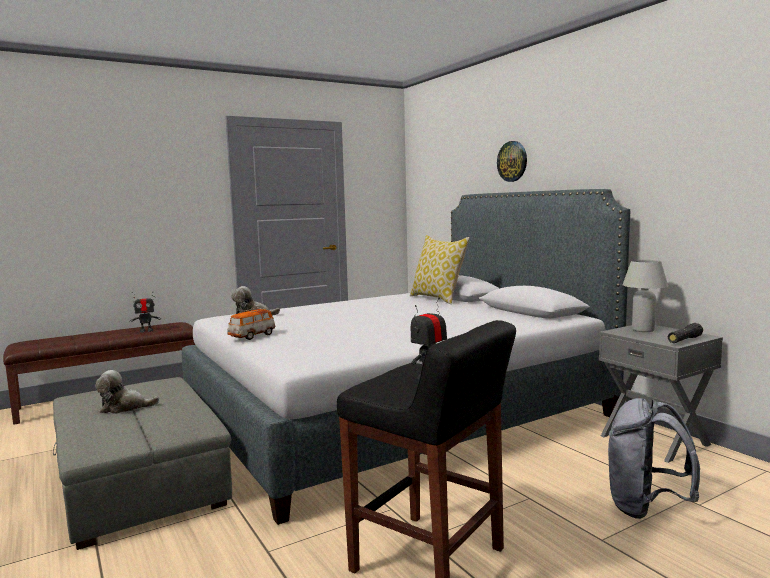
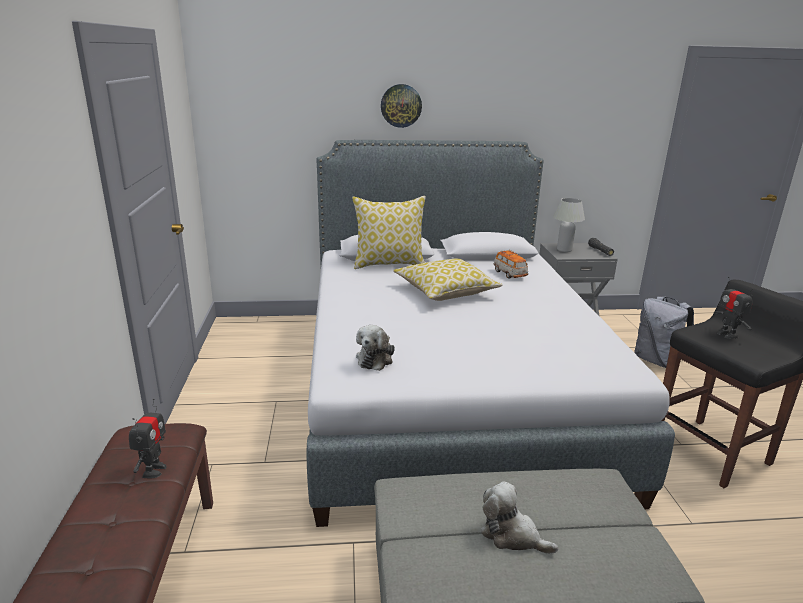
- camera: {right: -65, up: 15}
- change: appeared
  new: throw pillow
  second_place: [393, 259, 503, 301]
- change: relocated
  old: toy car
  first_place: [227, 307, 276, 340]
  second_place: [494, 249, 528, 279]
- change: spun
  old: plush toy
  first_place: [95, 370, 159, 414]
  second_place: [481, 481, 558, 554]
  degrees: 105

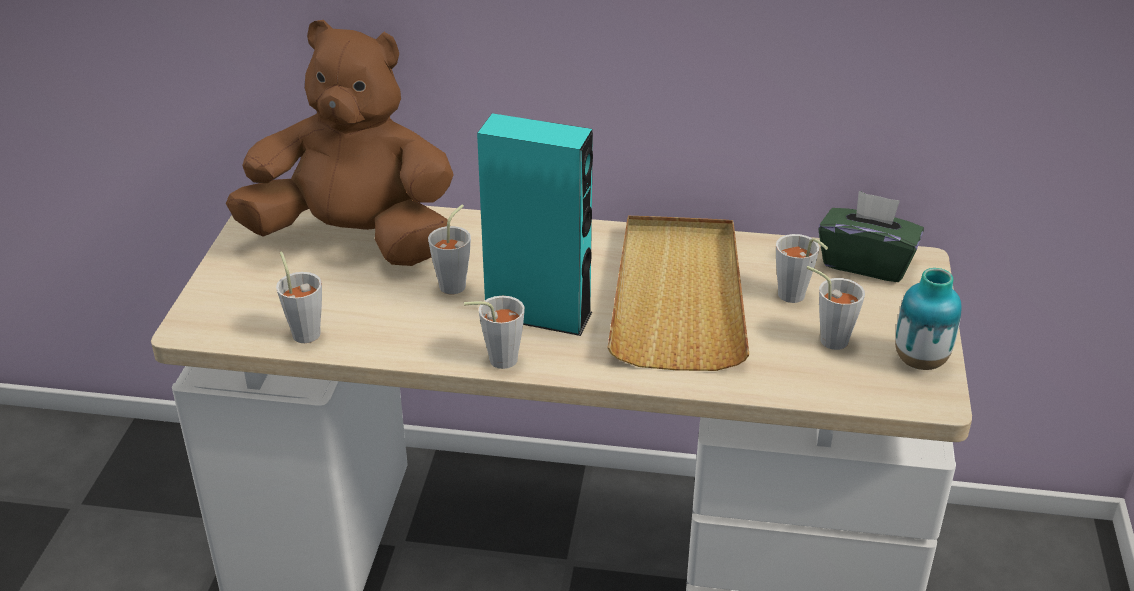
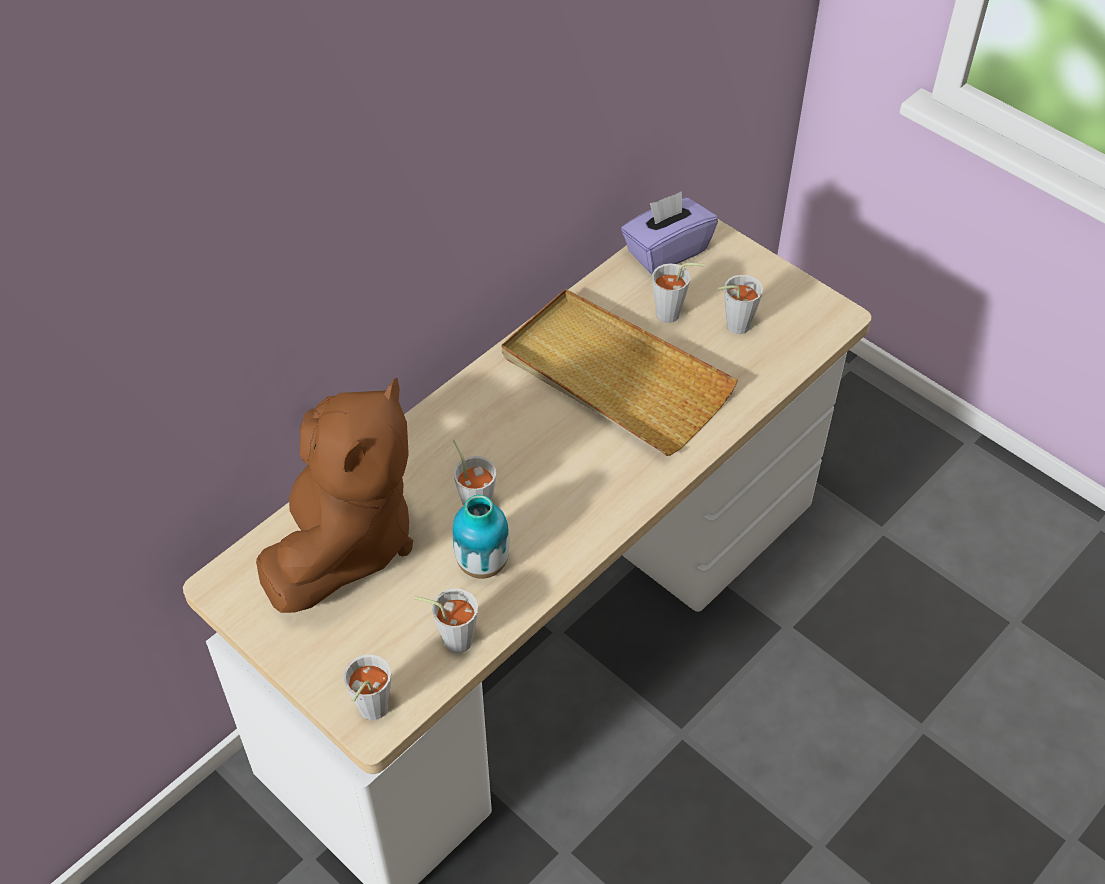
- camera: {right: -55, up: 15}
- change: missing
  old: loudspeaker (turquoise)
  first_place: [477, 113, 593, 336]
- change: relocated
  old: small cup (grey)
  first_place: [464, 296, 525, 369]
  second_place: [343, 655, 391, 720]
- change: relocated
  old: vase
  first_place: [895, 268, 961, 370]
  second_place: [452, 495, 509, 579]
- change: colour
  old: tissue holder (greenish)
  new: tissue holder (purplish)
  first_place: [818, 191, 924, 282]
  second_place: [621, 191, 718, 274]
- change: spun
  old: plush toy (brownish)
  first_place: [226, 20, 454, 266]
  second_place: [256, 378, 413, 613]
  degrees: 150

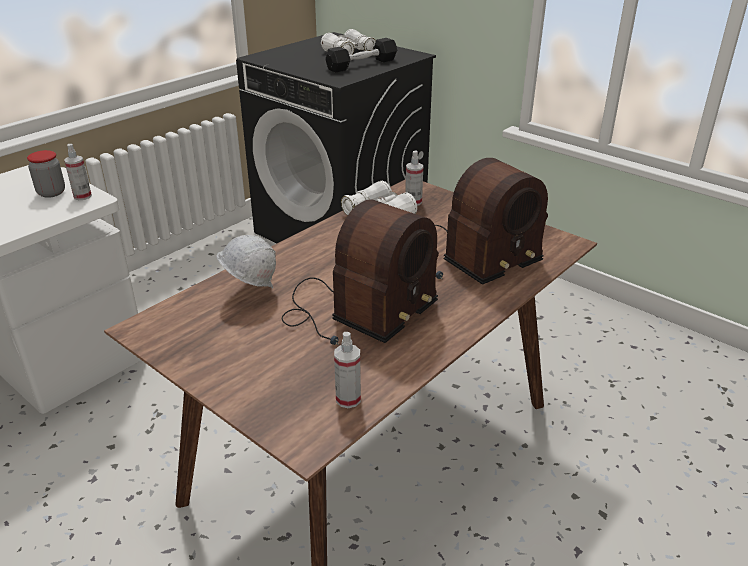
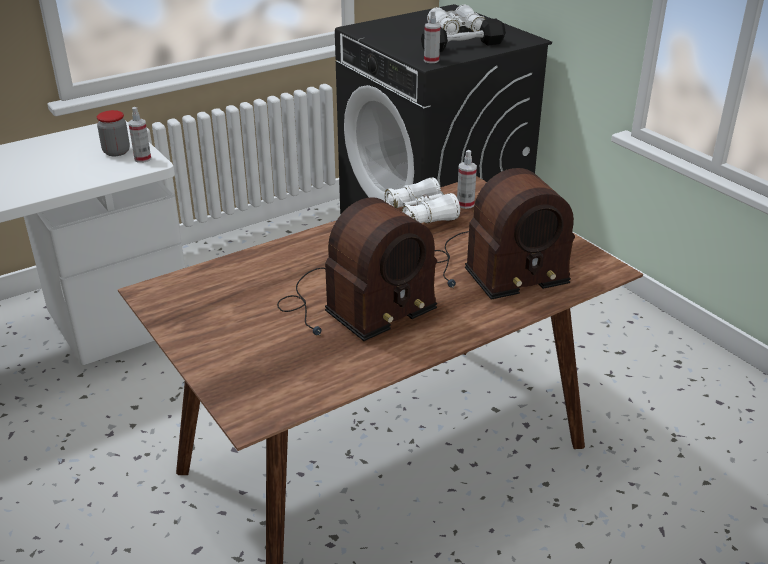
- camera: {right: 15, up: 0}
- change: missing
  old: work helmet (white)
  first_place: [217, 235, 276, 288]
- change: relocated
  old: hand sprayer
  first_place: [334, 332, 361, 408]
  second_place: [424, 11, 440, 63]

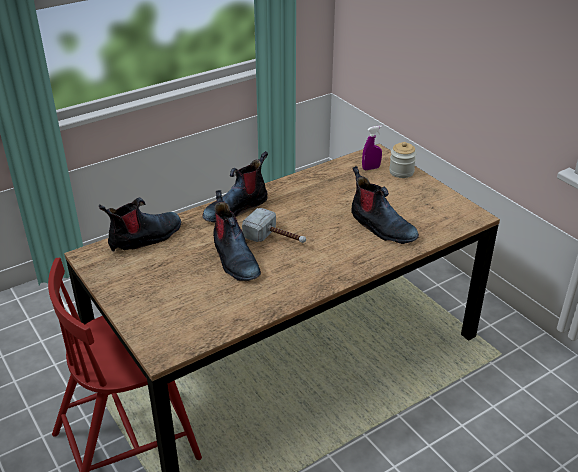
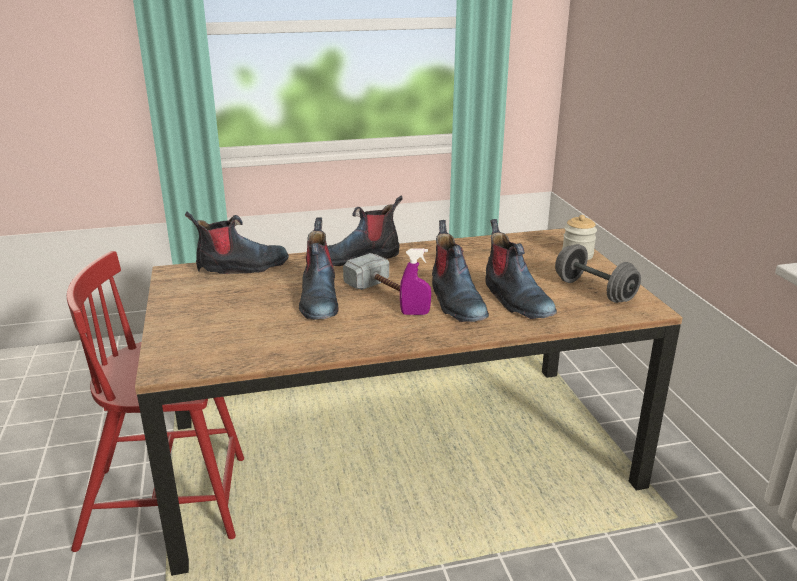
- camera: {right: 20, up: -10}
- change: appeared
  new: tall boot
  second_place: [432, 220, 489, 322]
- change: appeared
  new: dumbbell (grey)
  second_place: [555, 244, 641, 303]
- change: relocated
  old: hand sprayer (purplish)
  first_place: [362, 126, 382, 170]
  second_place: [400, 248, 431, 315]

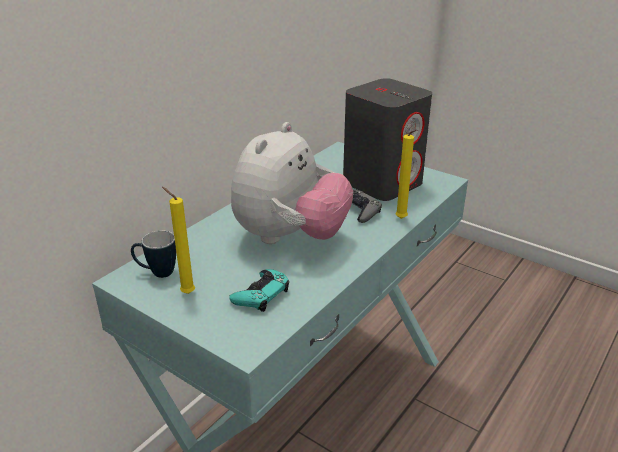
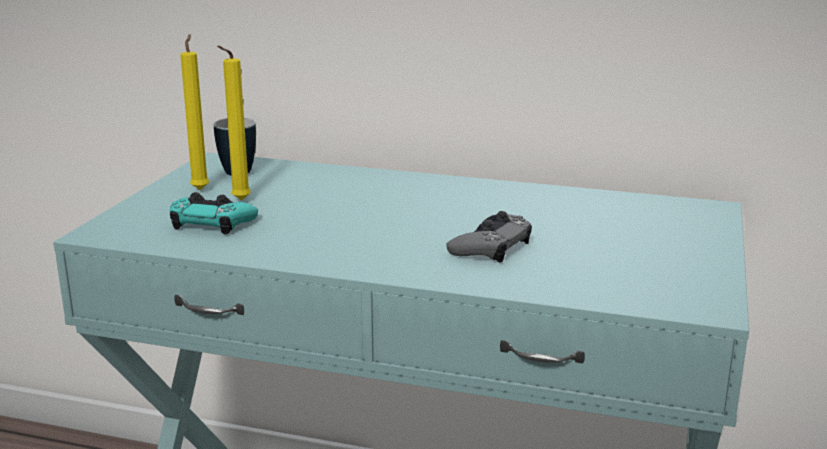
- camera: {right: 70, up: -10}
- change: missing
  old: plush toy
  first_place: [231, 122, 353, 244]
- change: missing
  old: loudspeaker (grey)
  first_place: [343, 78, 432, 201]
- change: relocated
  old: candle (yellow-coloured)
  first_place: [395, 130, 417, 219]
  second_place: [217, 46, 251, 201]

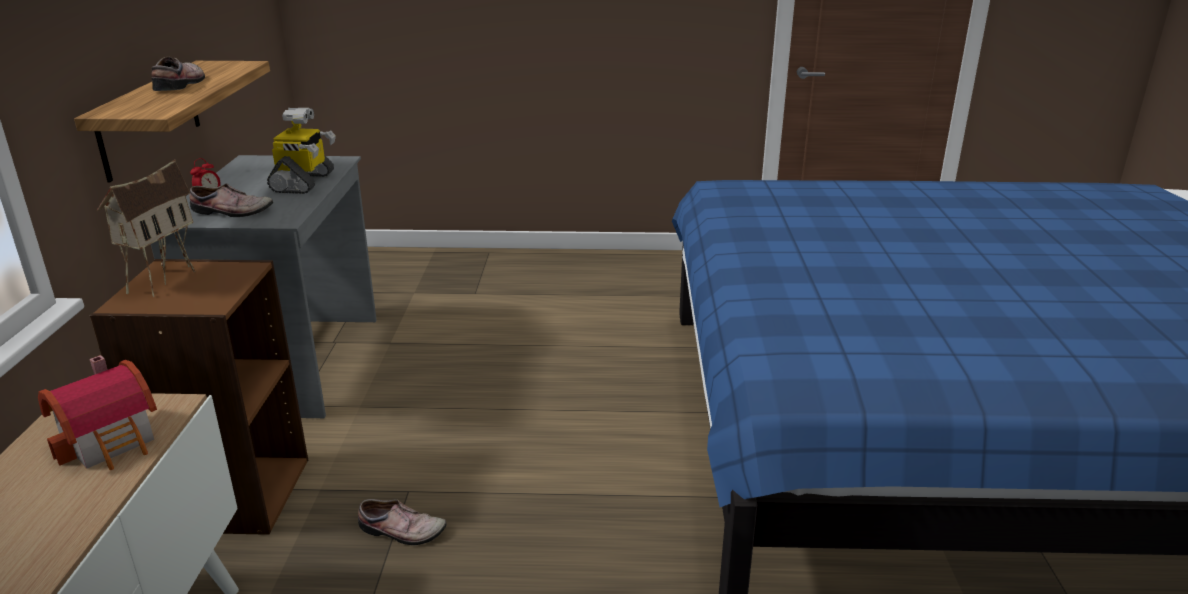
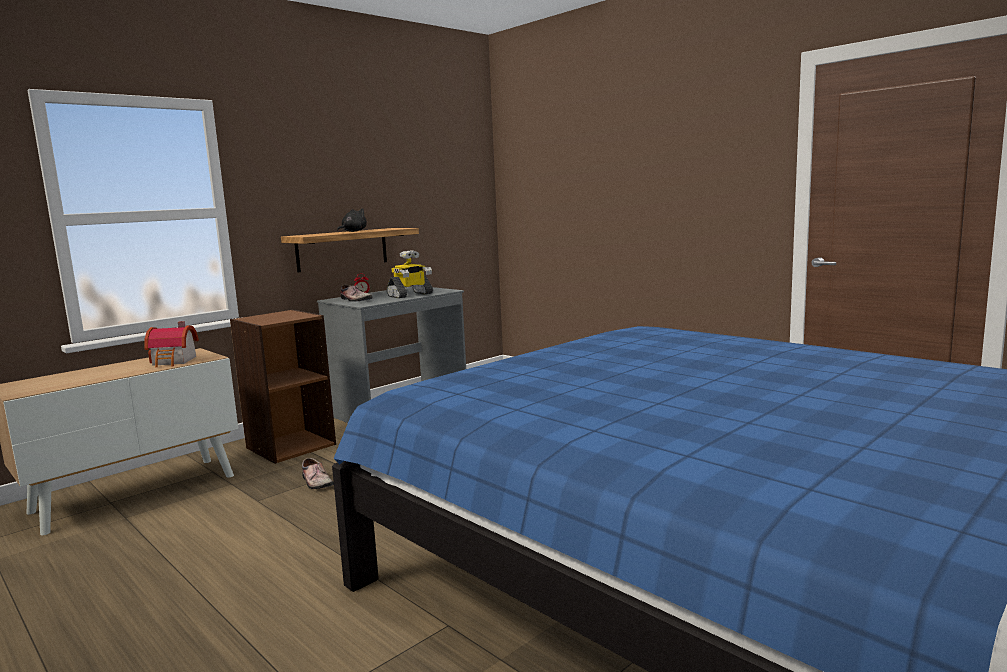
- camera: {right: 45, up: -15}
- change: missing
  old: miniature house
  first_place: [96, 159, 196, 297]
- change: exchanged
  old: shoe
  new: plush toy (black)
  first_place: [151, 57, 205, 91]
  second_place: [337, 208, 367, 232]

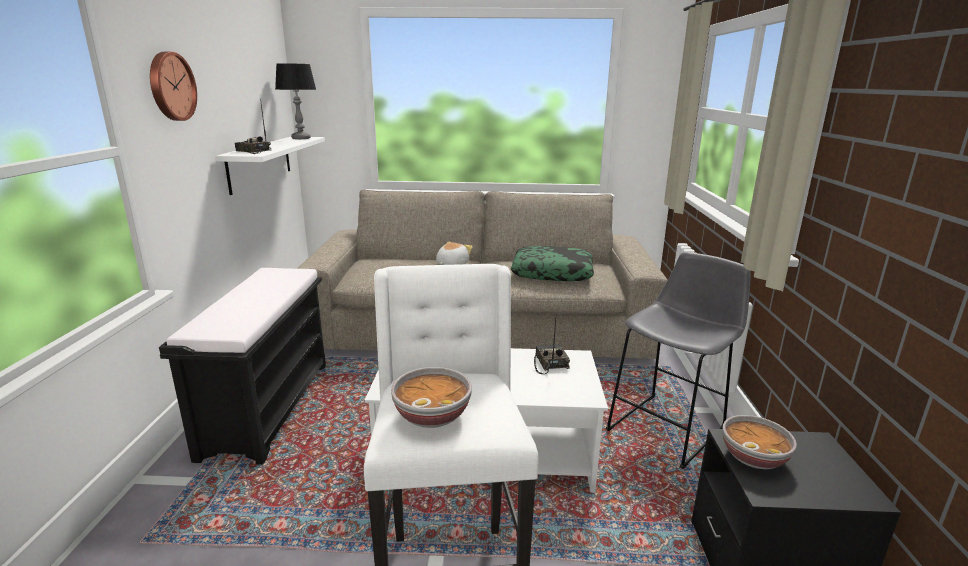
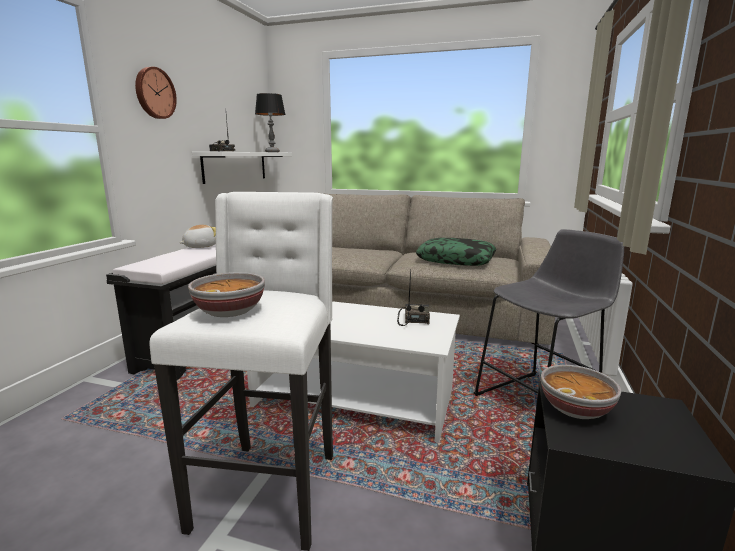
- camera: {right: 15, up: -5}
- change: relocated
  old: plush toy
  first_place: [436, 241, 473, 265]
  second_place: [179, 225, 216, 248]

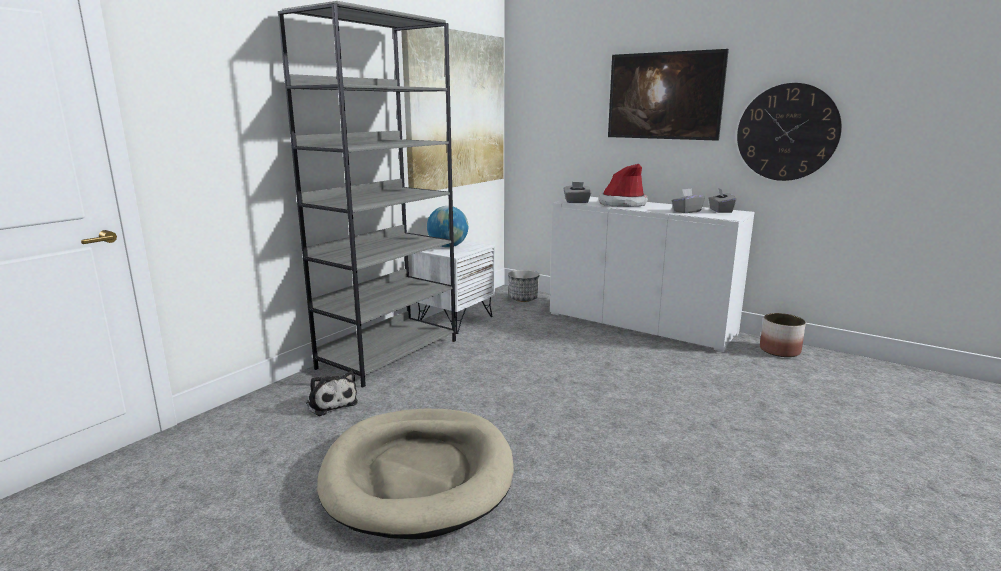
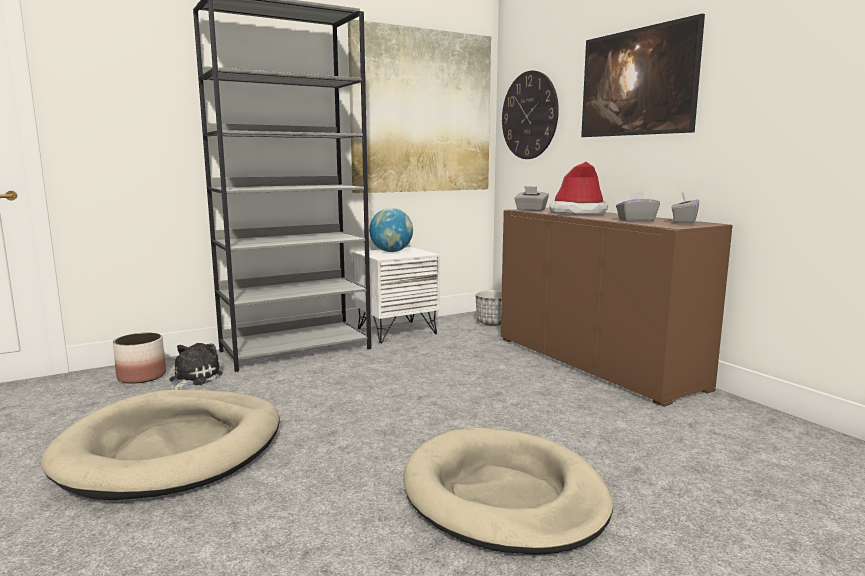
- camera: {right: 25, up: -5}
- change: appeared
  new: dog bed (beige-coloured)
  second_place: [403, 428, 613, 555]
- change: relocated
  old: clock on the wall
  first_place: [737, 83, 842, 181]
  second_place: [502, 71, 559, 159]
- change: relocated
  old: planter
  first_place: [760, 313, 806, 357]
  second_place: [113, 333, 166, 384]
- change: colour
  old: cupboard (white)
  new: cupboard (brownish)
  first_place: [550, 197, 755, 352]
  second_place: [501, 207, 733, 407]
- change: spun
  old: plush toy
  first_place: [306, 371, 358, 416]
  second_place: [169, 343, 222, 390]
  degrees: -150

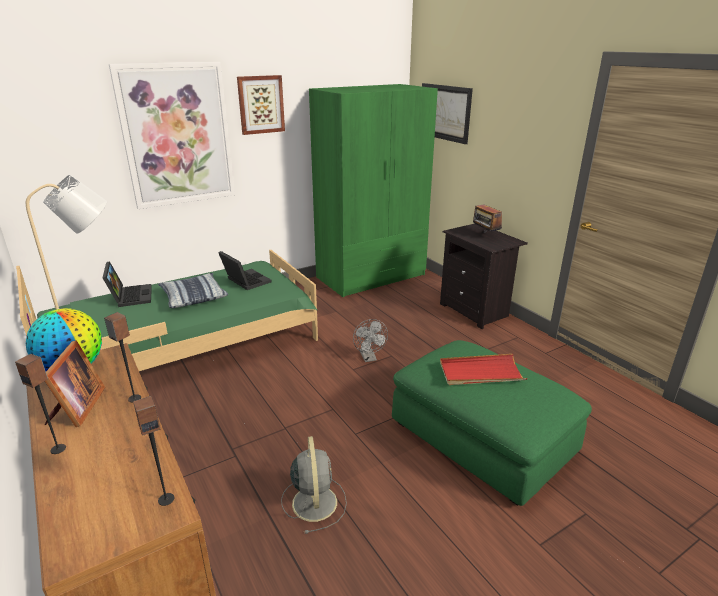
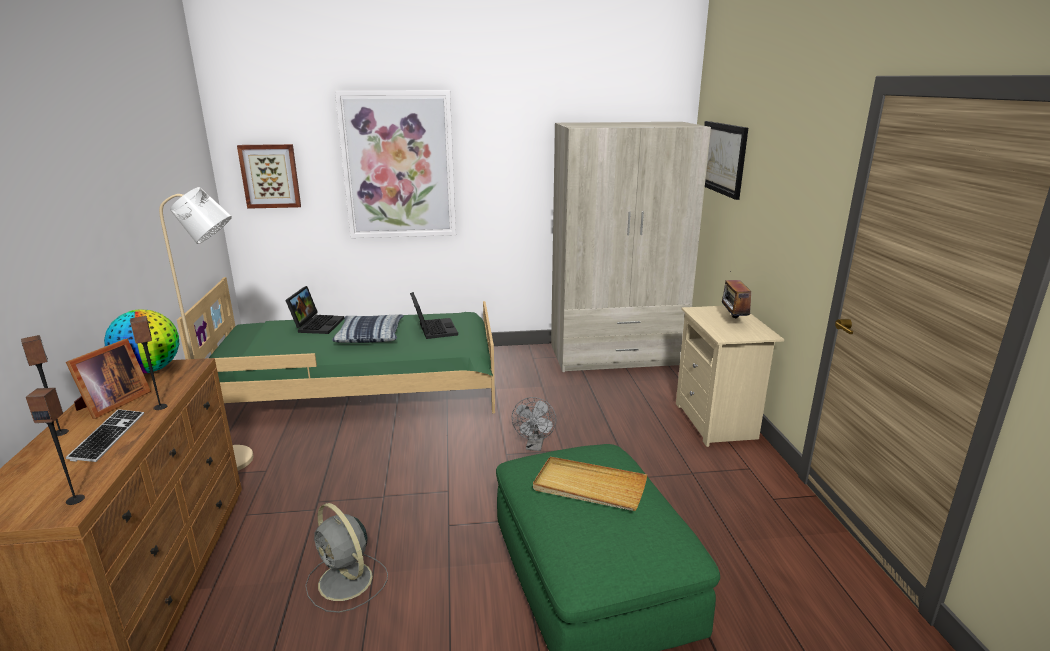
- camera: {right: 25, up: -5}
- change: appeared
  new: computer keyboard
  second_place: [66, 409, 144, 462]
- change: relocated
  old: wall picture
  first_place: [237, 75, 285, 135]
  second_place: [237, 144, 301, 209]
- change: colour
  old: armoire (greenish)
  new: armoire (beige-coloured)
  first_place: [309, 84, 438, 297]
  second_place: [551, 122, 711, 372]
- change: colour
  old: bedside table (black)
  new: bedside table (beige-coloured)
  first_place: [440, 224, 528, 329]
  second_place: [676, 306, 784, 447]
- change: colour
  old: tray (red)
  new: tray (beige-coloured)
  first_place: [440, 354, 527, 385]
  second_place: [533, 457, 647, 511]
- change: spun
  old: cooling fan (grey)
  first_place: [281, 436, 347, 534]
  second_place: [305, 503, 388, 613]
  degrees: 120

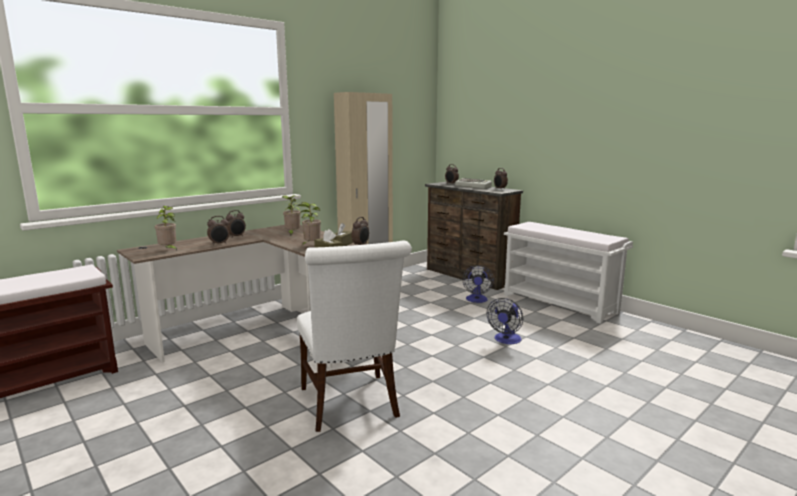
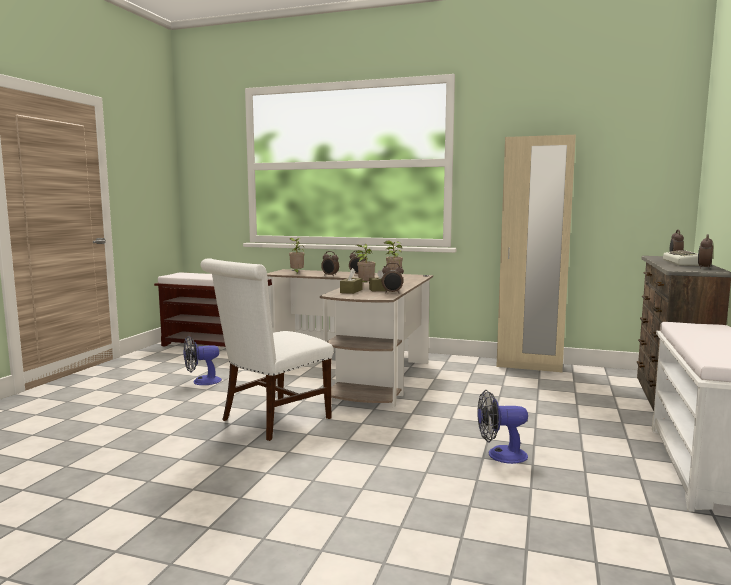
- camera: {right: 60, up: -5}
- change: relocated
  old: cooling fan
  first_place: [462, 265, 494, 303]
  second_place: [184, 336, 222, 385]

